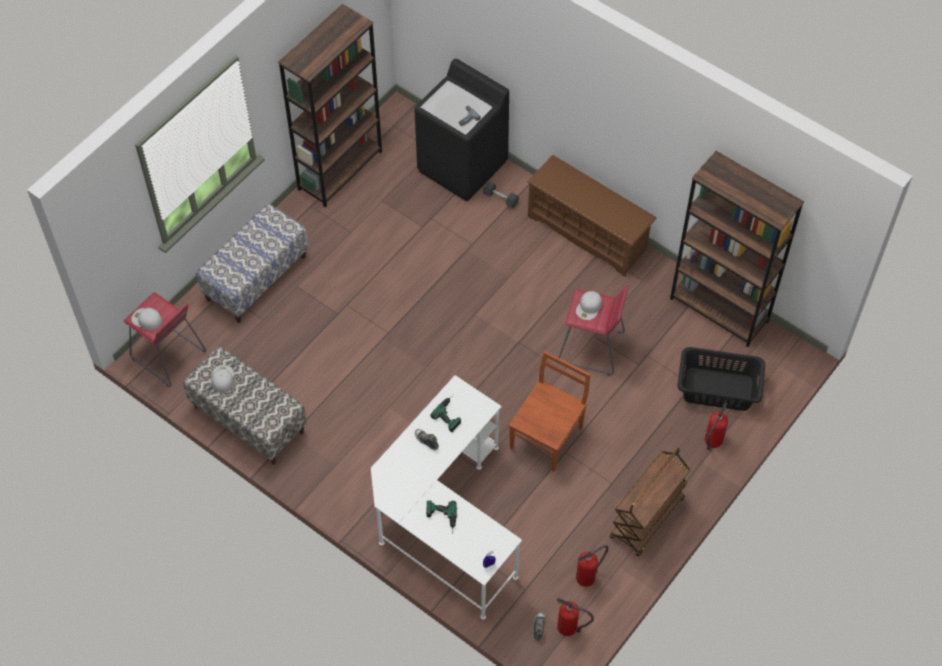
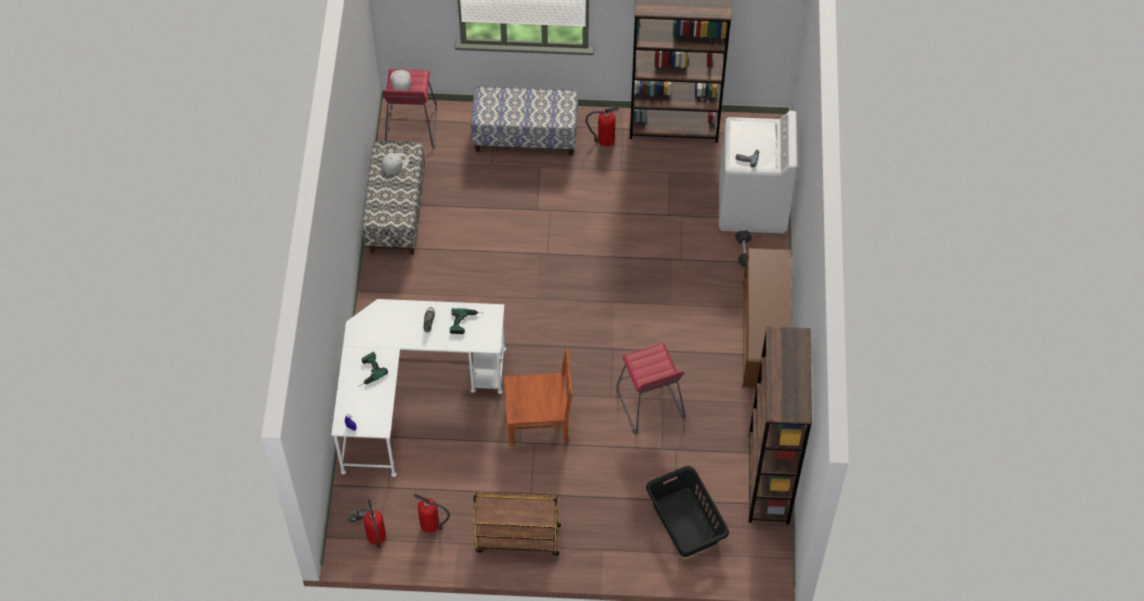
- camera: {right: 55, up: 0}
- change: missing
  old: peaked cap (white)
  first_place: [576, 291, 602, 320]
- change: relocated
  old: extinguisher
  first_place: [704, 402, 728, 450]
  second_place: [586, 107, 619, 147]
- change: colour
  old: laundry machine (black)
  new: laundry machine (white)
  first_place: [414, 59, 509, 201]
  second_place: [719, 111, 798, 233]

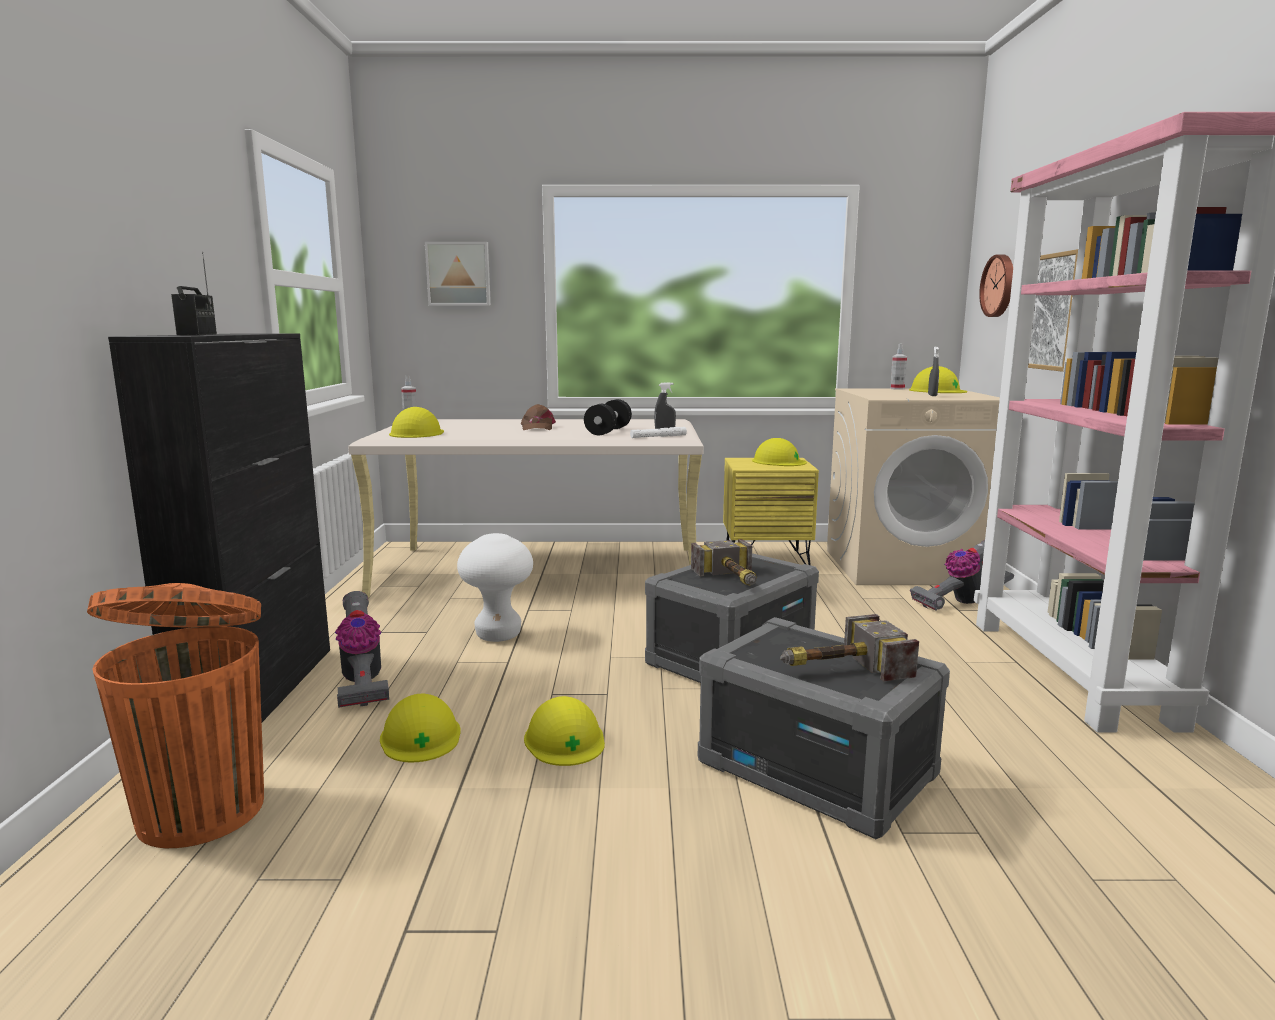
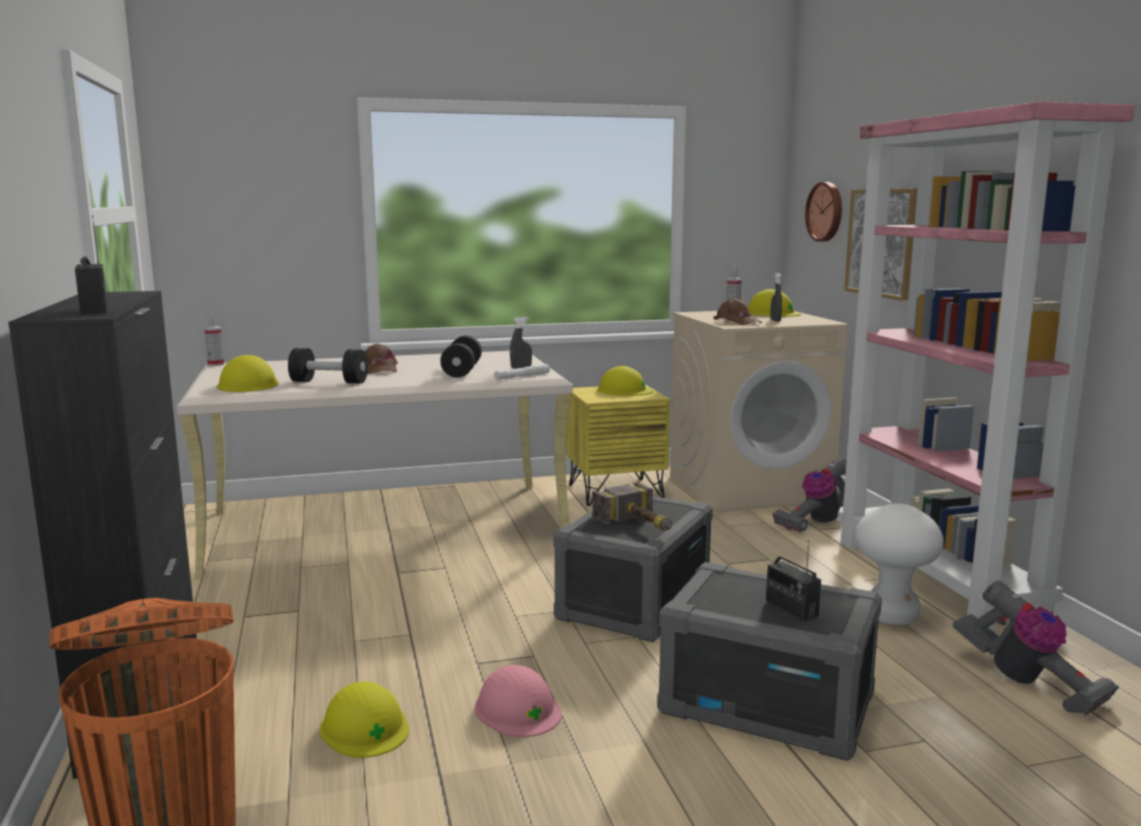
- camera: {right: -15, up: 0}
- change: missing
  old: wall picture
  first_place: [425, 242, 491, 306]
- change: appeared
  new: dumbbell (black)
  second_place: [288, 348, 368, 383]
- change: appeared
  new: peaked cap (brownish)
  second_place: [713, 298, 762, 325]
- change: relocated
  old: hoover
  first_place: [335, 591, 389, 708]
  second_place: [952, 580, 1119, 716]
- change: relocated
  old: stool (white)
  first_place: [457, 533, 533, 642]
  second_place: [855, 503, 944, 625]
- change: exchanged
  old: tool hammer
  new: radio receiver
  first_place: [780, 614, 919, 681]
  second_place: [766, 540, 821, 621]
- change: colour
  old: work helmet (yellow-coloured)
  new: work helmet (pinkish)
  first_place: [524, 696, 605, 766]
  second_place: [474, 665, 562, 737]

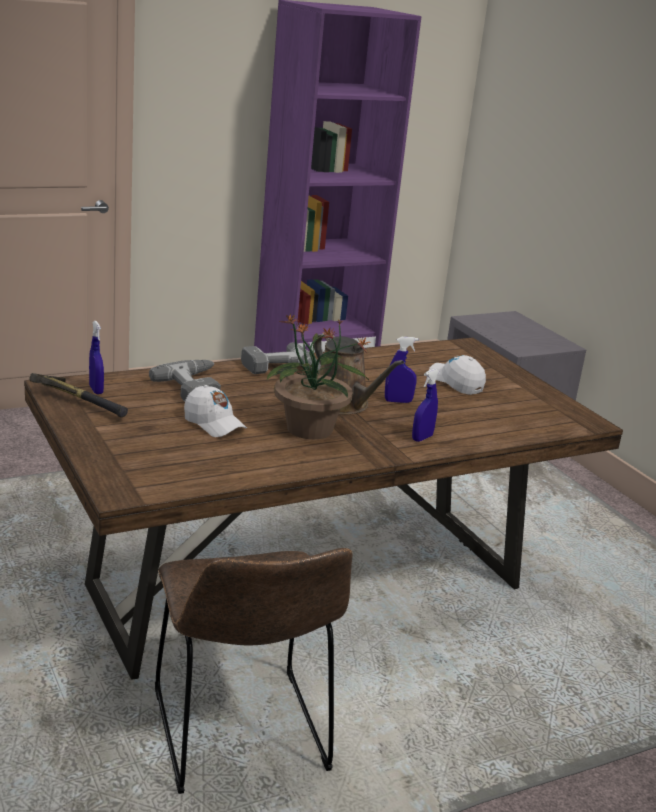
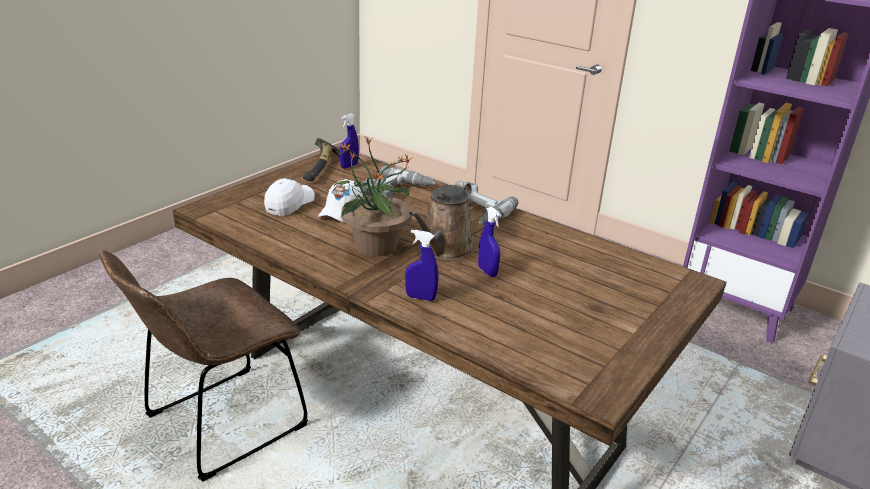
- camera: {right: 65, up: 5}
- change: relocated
  old: peaked cap (white)
  first_place: [429, 355, 486, 395]
  second_place: [264, 178, 315, 216]

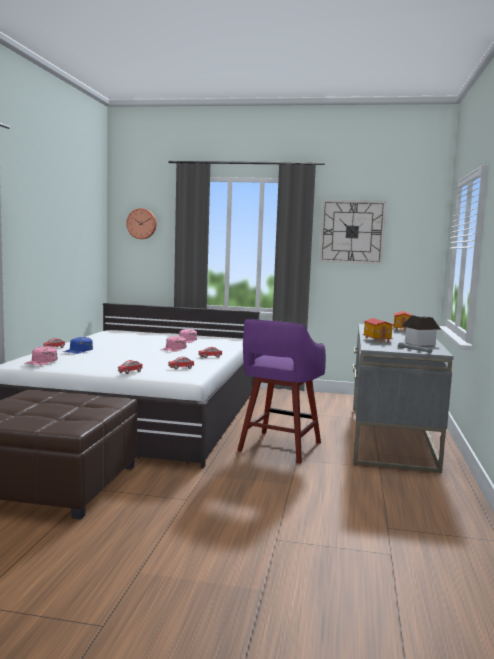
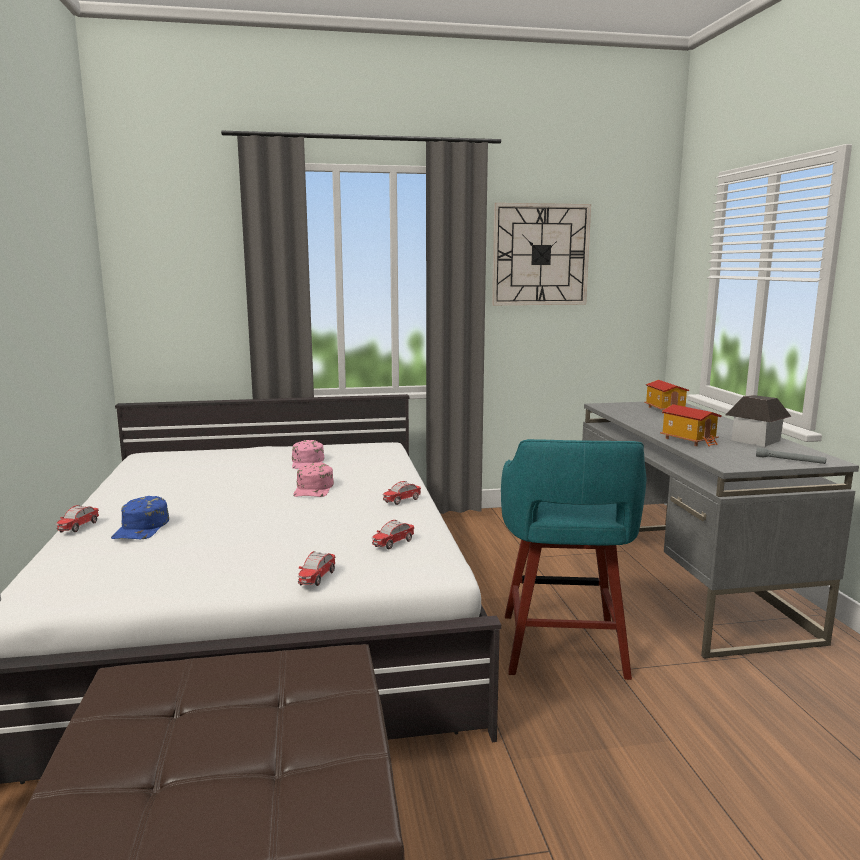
- camera: {right: -20, up: 5}
- change: missing
  old: peaked cap (pinkish)
  first_place: [24, 346, 58, 365]
- change: missing
  old: clock on the wall
  first_place: [126, 208, 156, 239]
- change: colour
  old: stool (purplish)
  new: stool (turquoise)
  first_place: [237, 319, 326, 464]
  second_place: [501, 439, 647, 680]

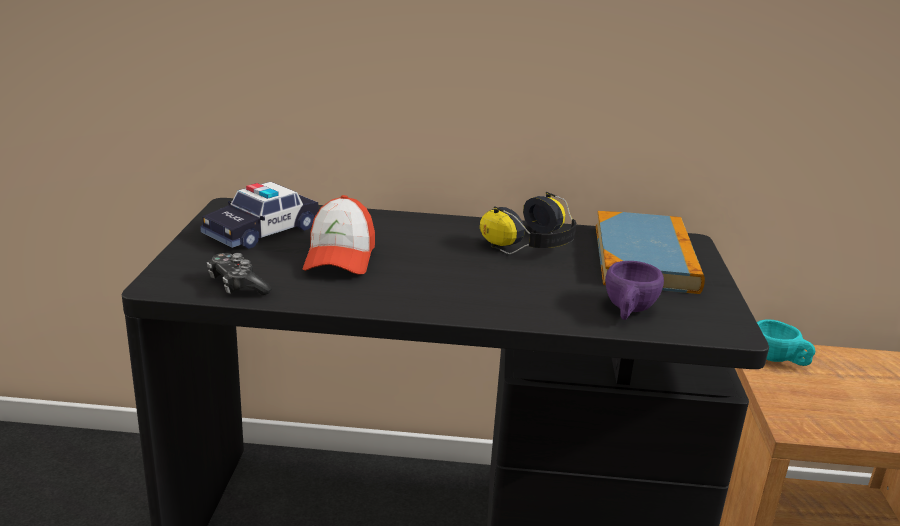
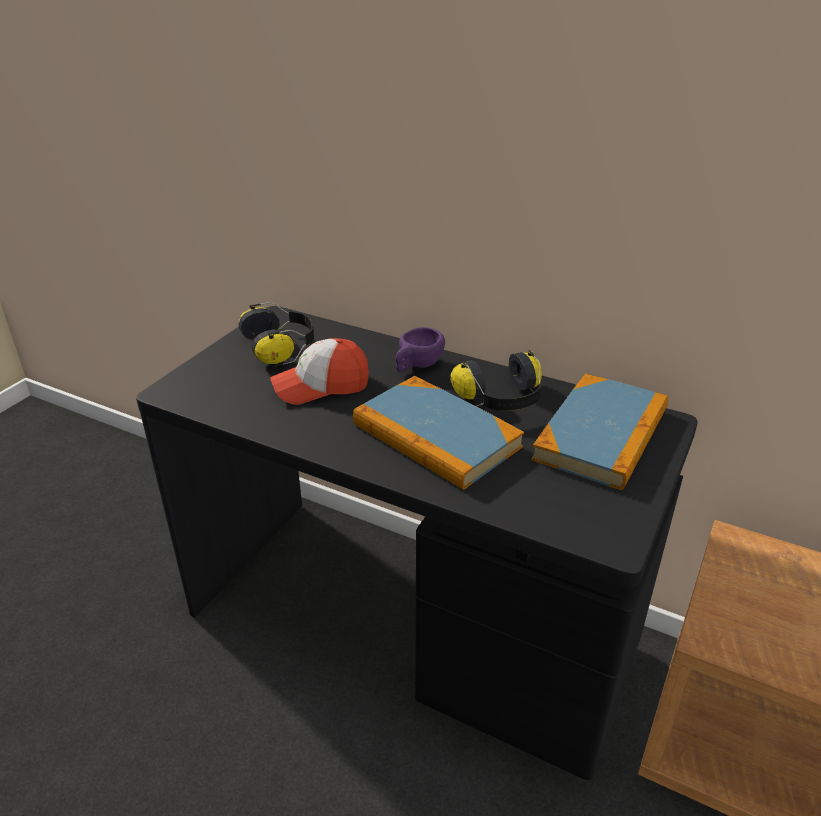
- camera: {right: 25, up: 10}
- change: missing
  old: joypad
  first_place: [207, 253, 272, 295]
- change: missing
  old: small cup (turquoise)
  first_place: [757, 319, 815, 366]
- change: appeared
  new: bound book
  second_place: [353, 376, 524, 490]
- change: relocated
  old: small cup (purplish)
  first_place: [605, 261, 664, 320]
  second_place: [395, 327, 445, 372]
- change: exchanged
  old: toy car
  new: headphones
  first_place: [200, 182, 319, 249]
  second_place: [239, 302, 314, 367]
- change: spun
  old: peaked cap
  first_place: [303, 195, 375, 274]
  second_place: [270, 338, 369, 405]
  degrees: 45

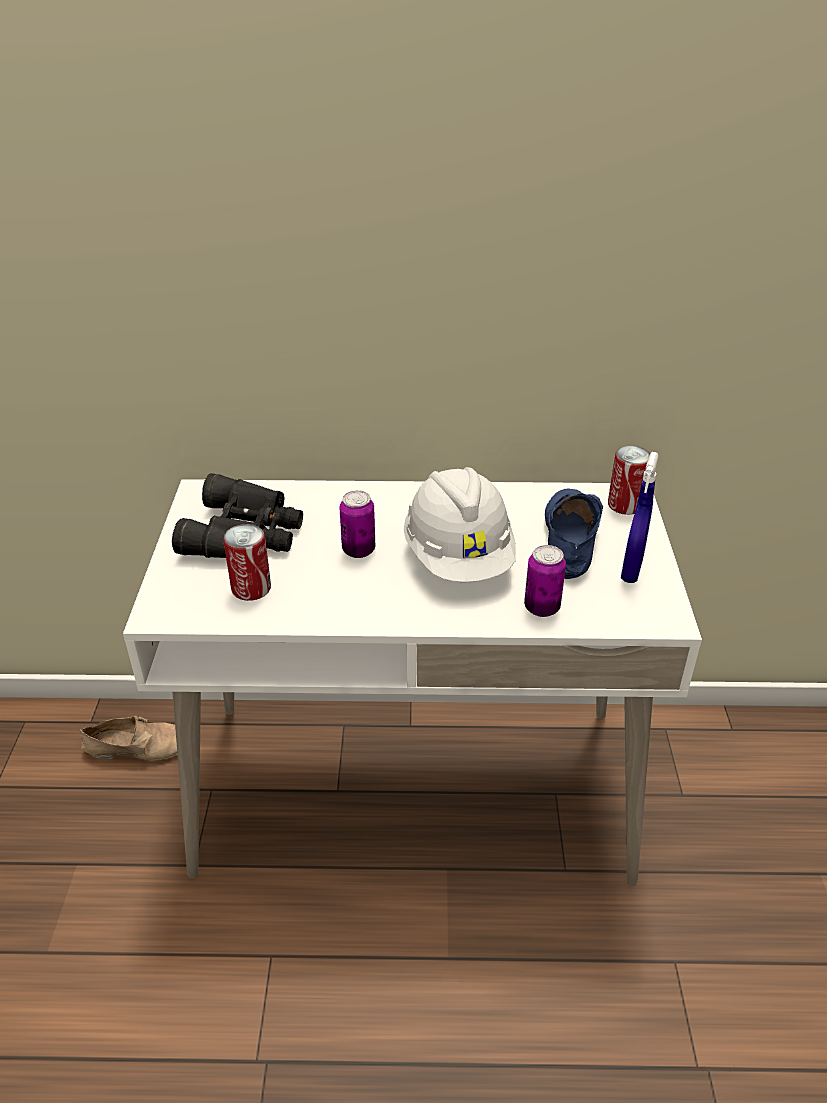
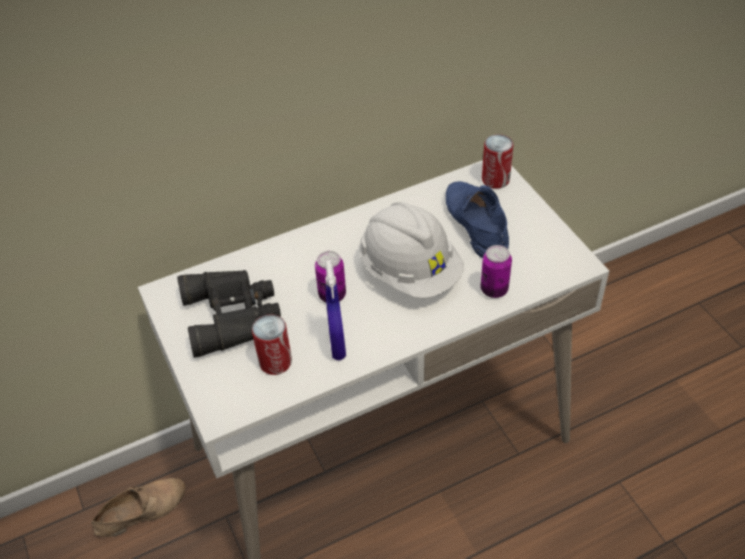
- camera: {right: -25, up: 10}
- change: relocated
  old: hand sprayer (blue)
  first_place: [621, 452, 659, 583]
  second_place: [325, 260, 346, 360]

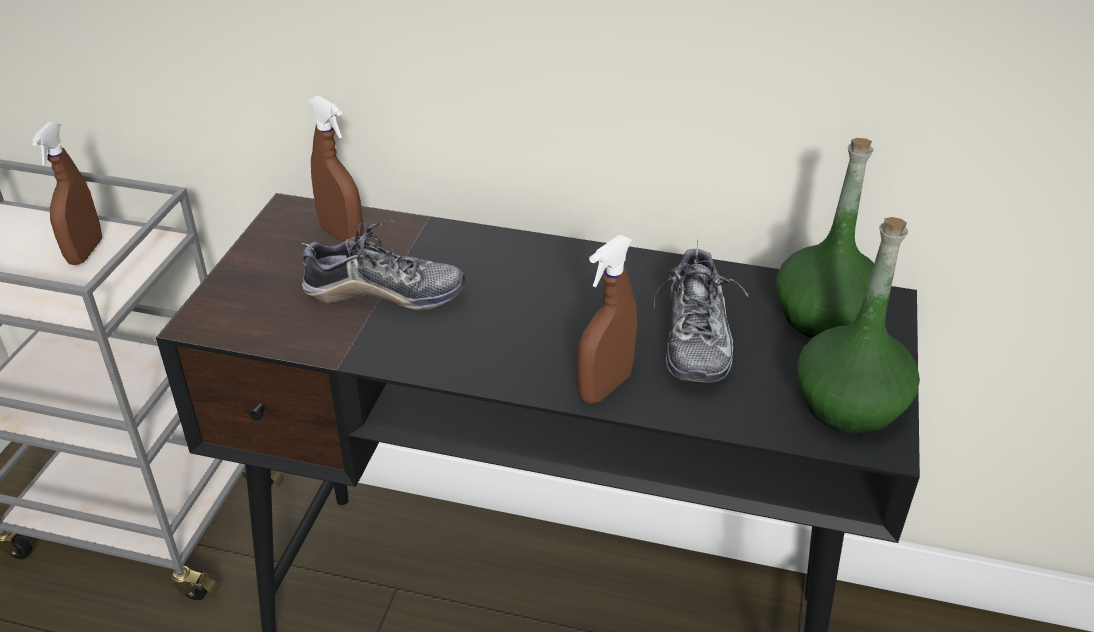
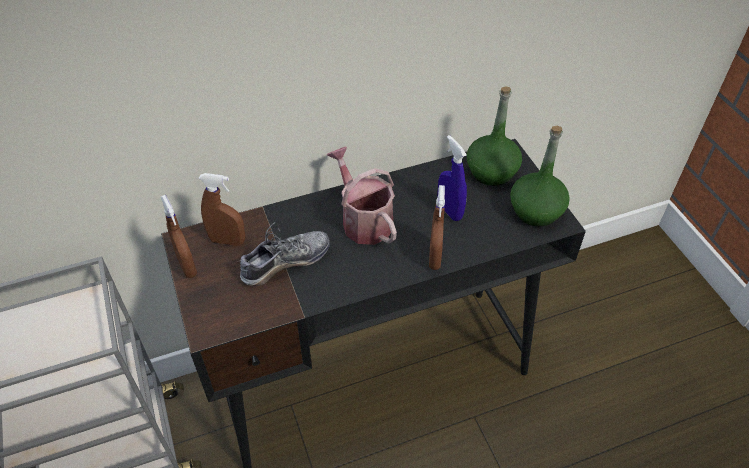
- camera: {right: -35, up: 10}
- change: appeared
  new: sprinkling can
  second_place: [327, 147, 397, 245]
- change: relocated
  old: hand sprayer (brownish)
  first_place: [31, 122, 102, 265]
  second_place: [161, 195, 197, 278]
- change: exchanged
  old: shoe
  new: hand sprayer (blue)
  first_place: [654, 241, 749, 383]
  second_place: [437, 135, 467, 221]

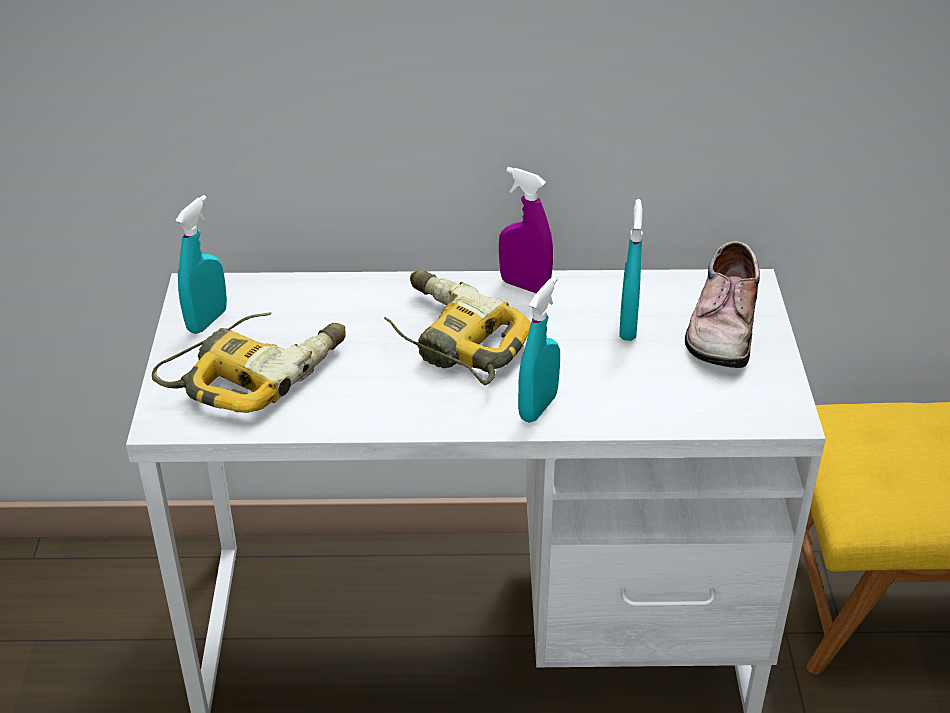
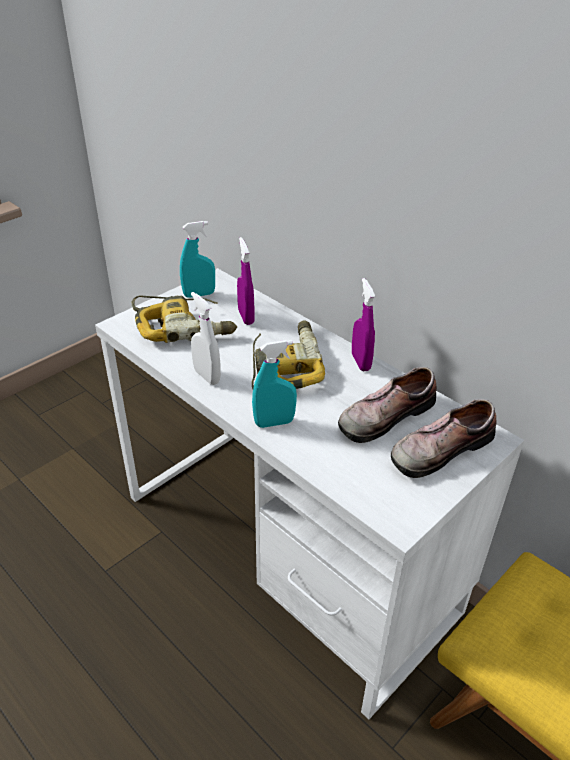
- camera: {right: 45, up: 0}
- change: appeared
  new: hand sprayer (white)
  second_place: [191, 292, 221, 385]
- change: appeared
  new: hand sprayer (purplish)
  second_place: [237, 237, 254, 325]
- change: exchanged
  old: hand sprayer (turquoise)
  new: shoe
  first_place: [619, 199, 643, 341]
  second_place: [338, 367, 437, 443]

